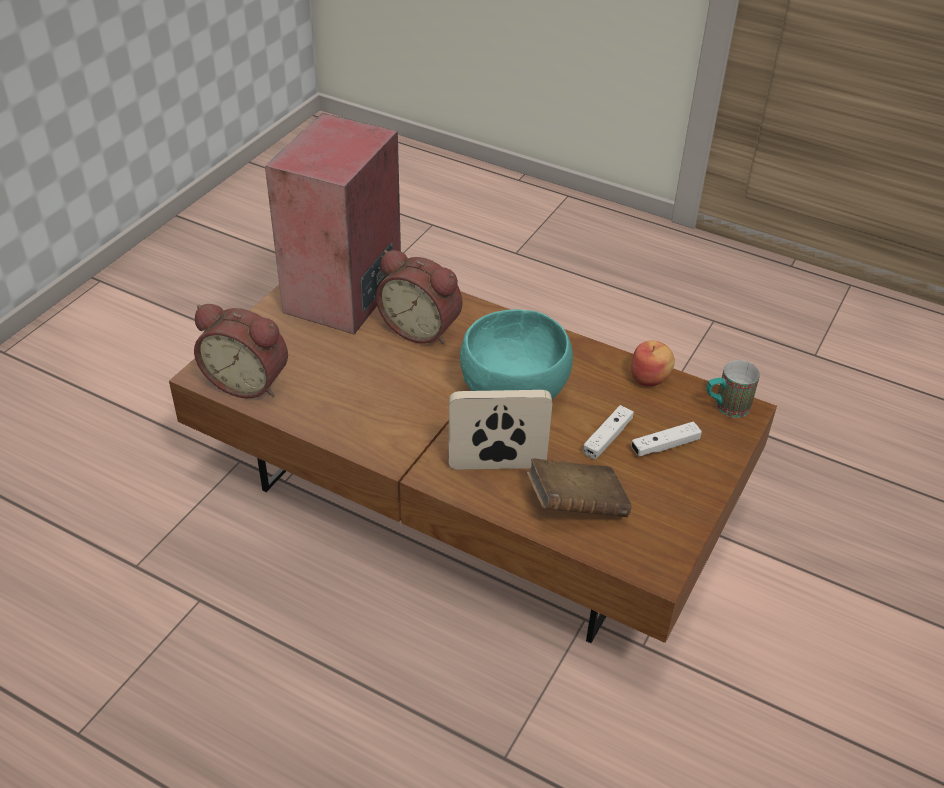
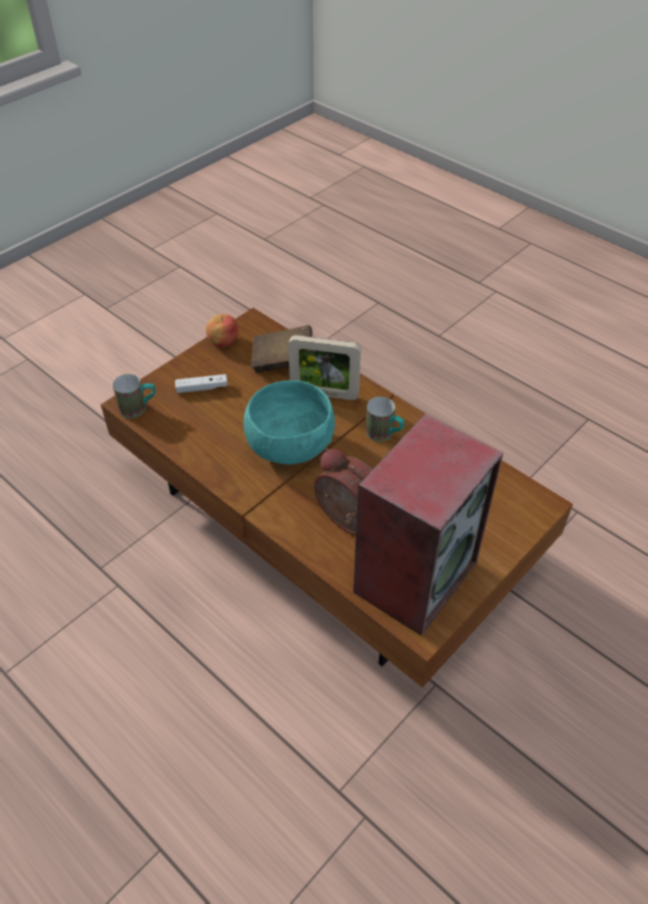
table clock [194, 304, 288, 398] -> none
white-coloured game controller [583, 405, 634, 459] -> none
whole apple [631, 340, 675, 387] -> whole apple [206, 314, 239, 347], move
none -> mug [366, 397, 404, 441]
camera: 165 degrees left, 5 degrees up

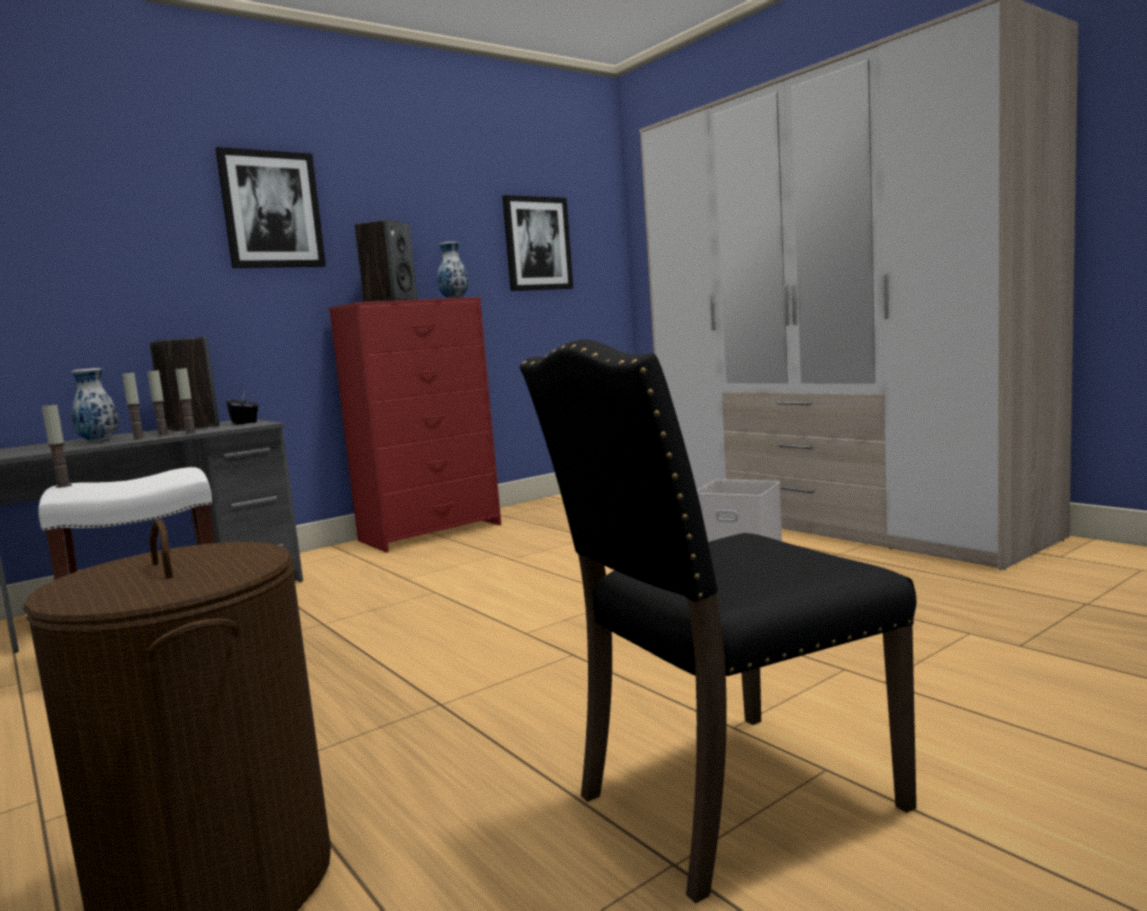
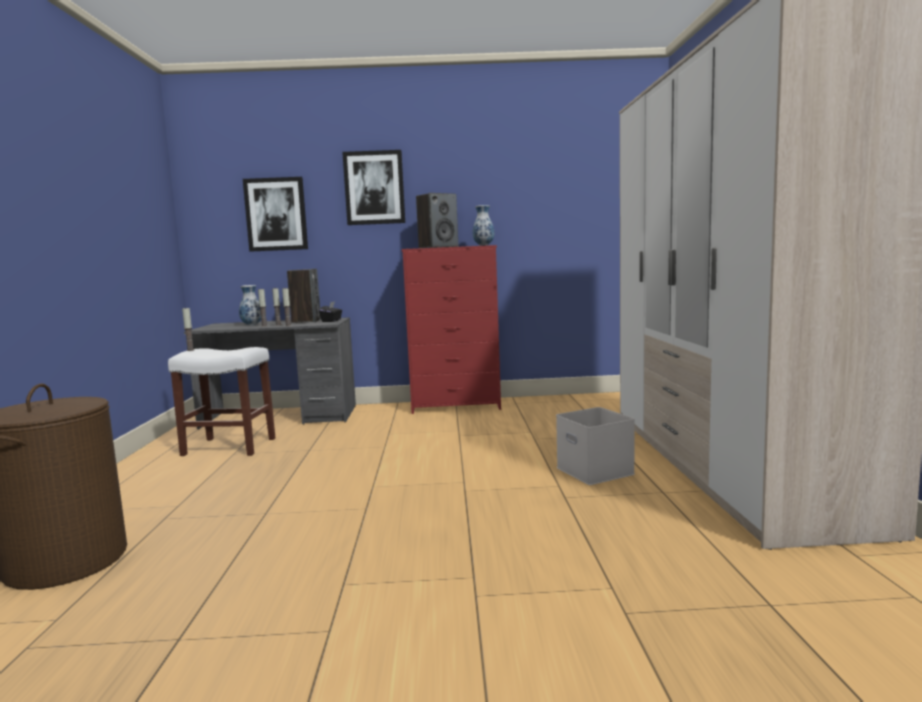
wall picture [502, 195, 573, 291] -> wall picture [243, 177, 308, 252], move
blackish upright chair [519, 339, 916, 903] -> none
camera: 35 degrees right, 0 degrees up

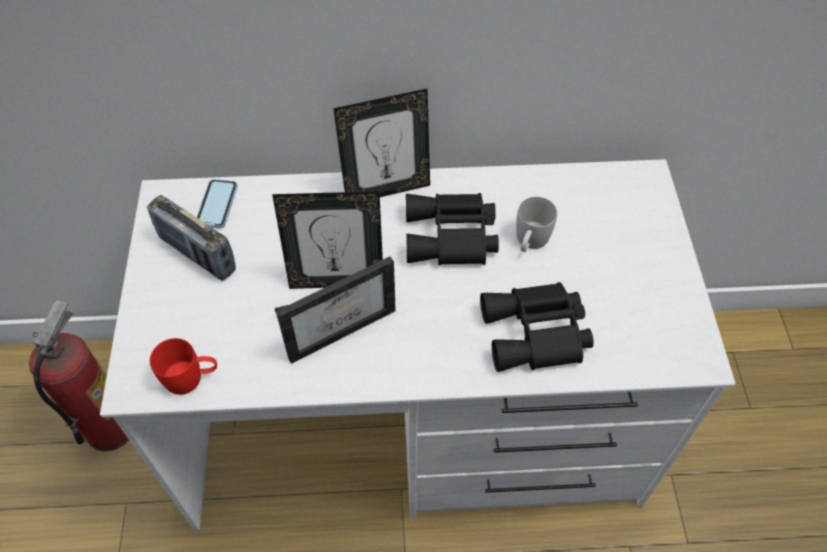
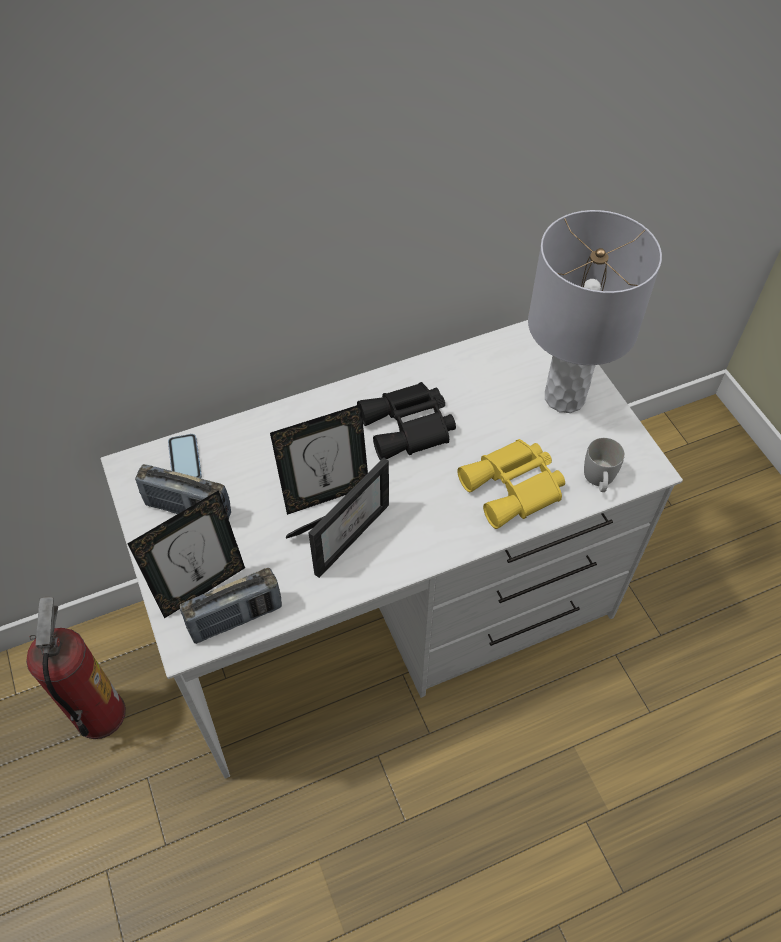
red mug [150, 338, 217, 395] -> radio receiver [180, 568, 282, 644]
photo frame [333, 88, 430, 197] -> photo frame [127, 490, 245, 618], move
blackish pair of binoculars [480, 282, 594, 372] -> yellowish pair of binoculars [457, 439, 565, 529]
white-coloured mug [516, 197, 557, 252] -> white-coloured mug [584, 438, 625, 492], move
none -> gray tabletop lamp [528, 210, 662, 413]
camera: 20 degrees left, 0 degrees up

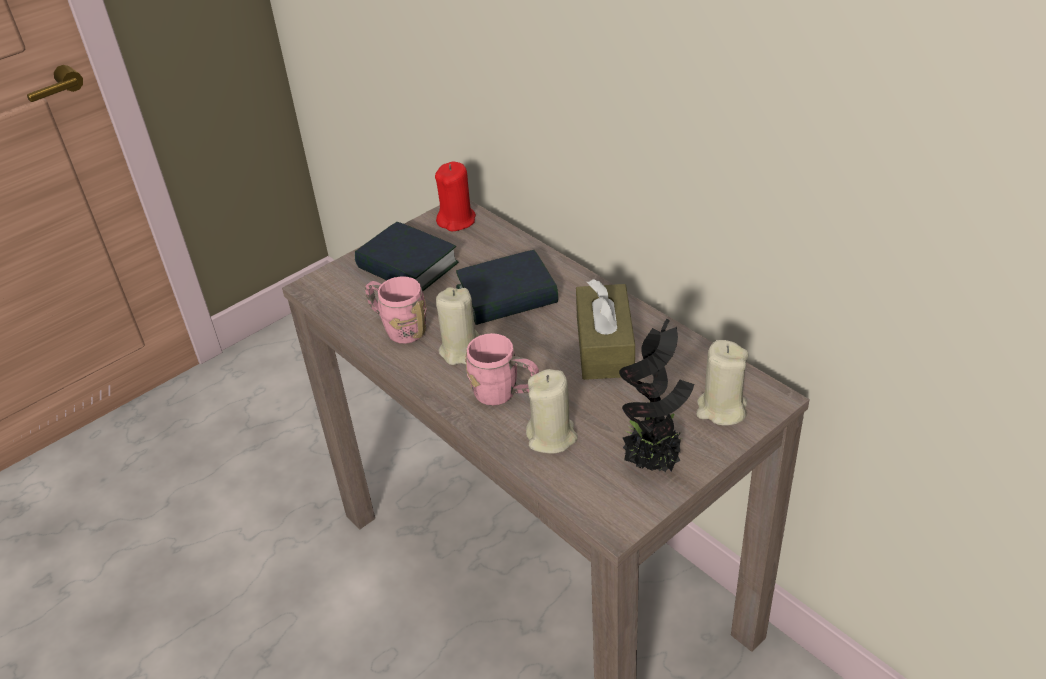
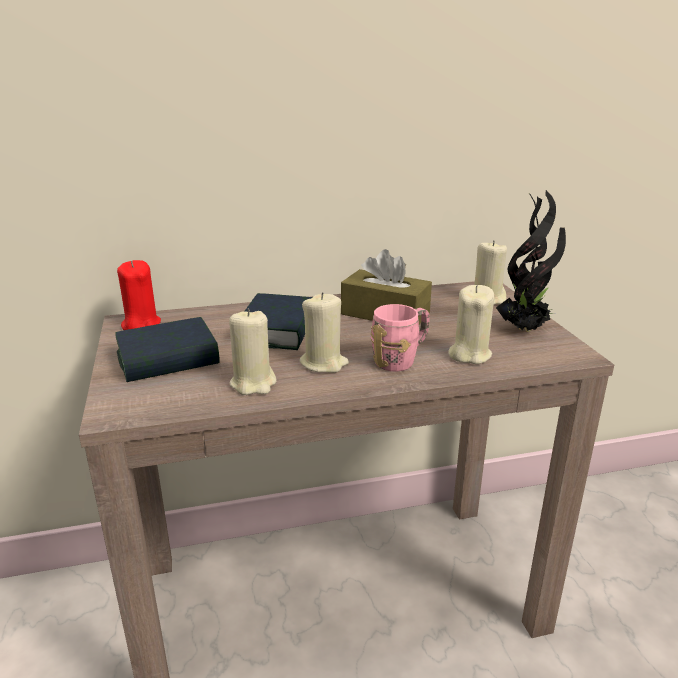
pinkish mug [365, 276, 427, 344] -> beige-coloured wax light [229, 309, 276, 395]
camera: 65 degrees left, 15 degrees down

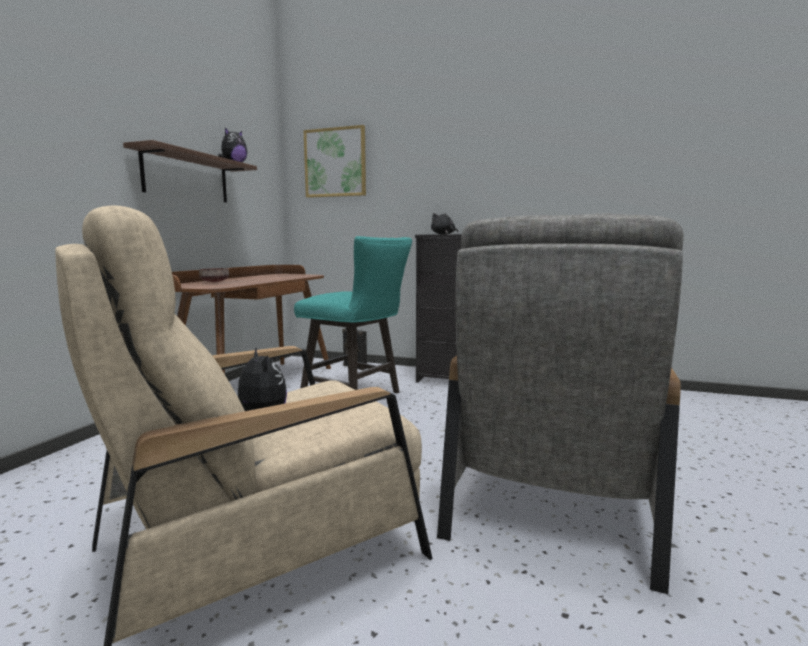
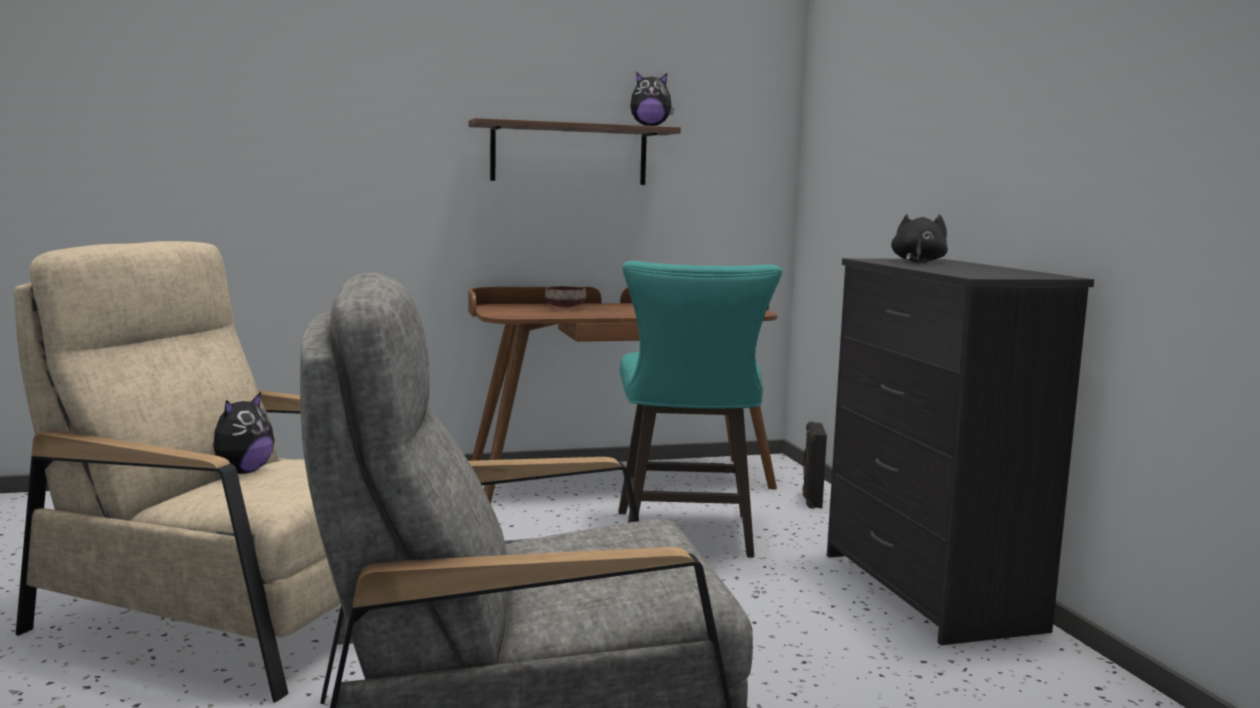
wall picture [304, 125, 366, 198] -> none
camera: 55 degrees right, 0 degrees up

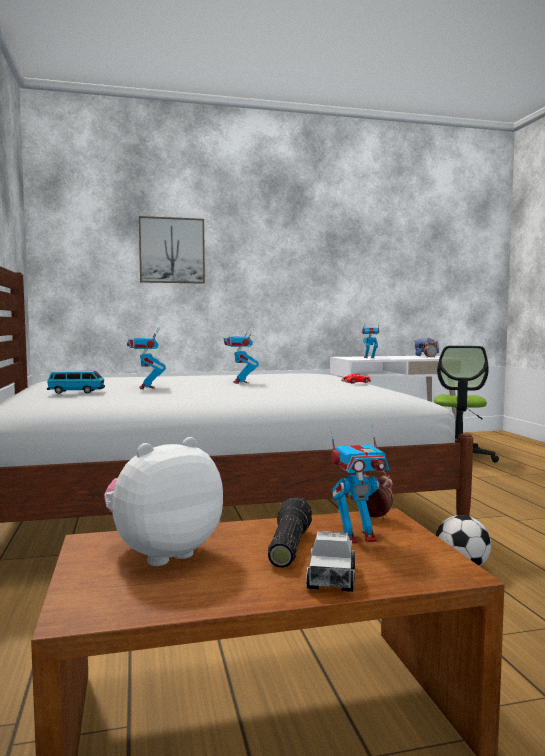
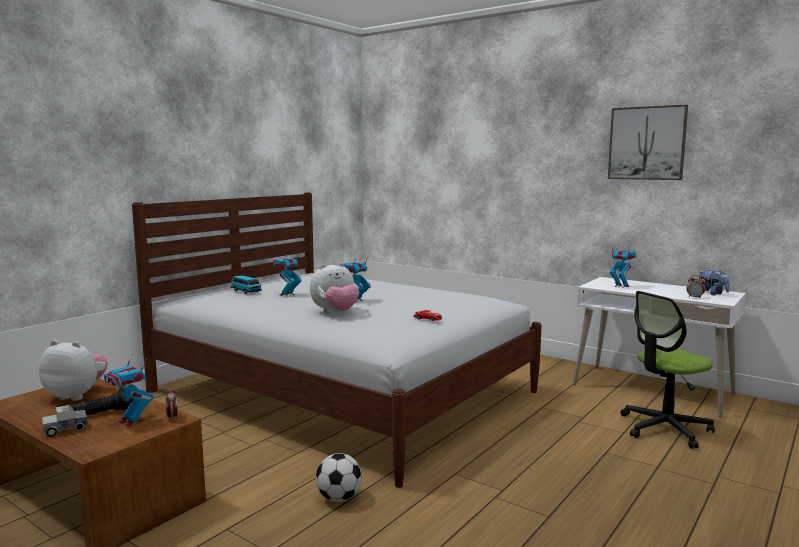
wall picture [139, 216, 205, 284] -> wall picture [608, 105, 688, 180], move
none -> cuddly toy [310, 262, 359, 313]
camera: 50 degrees right, 5 degrees up

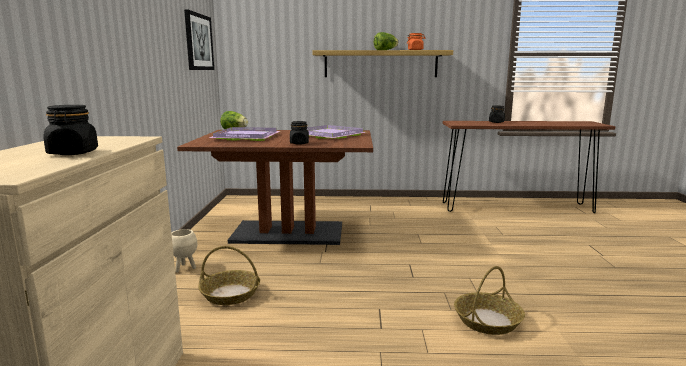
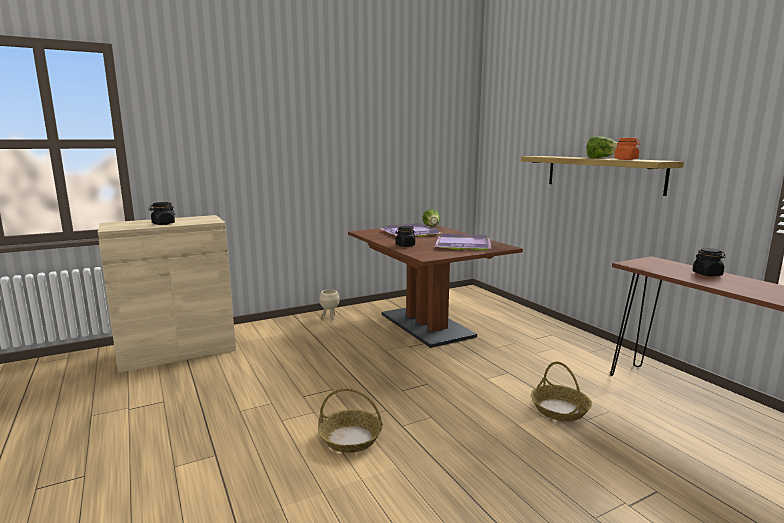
wall picture [184, 9, 214, 70] -> none
basket [198, 246, 260, 305] -> basket [531, 362, 592, 421], move
camera: 60 degrees right, 0 degrees up

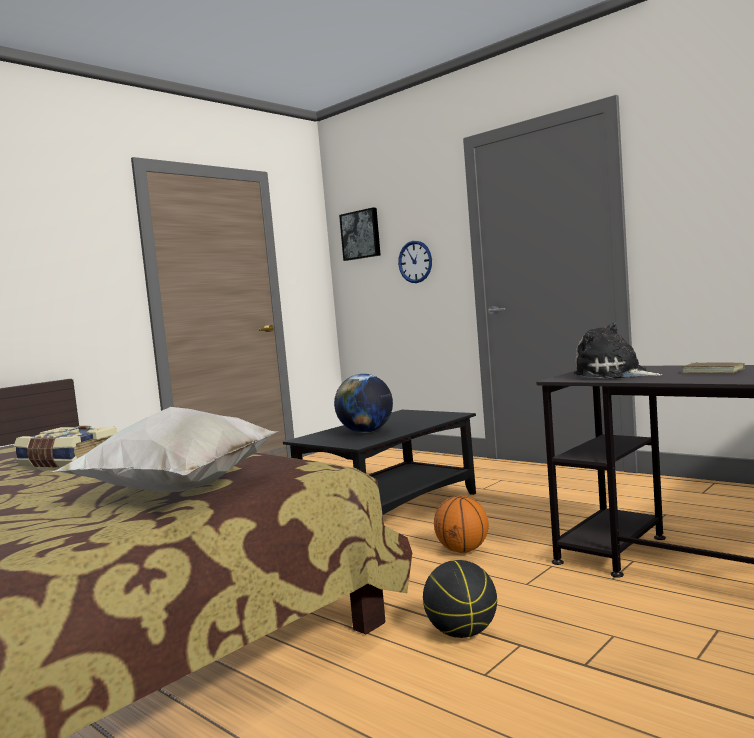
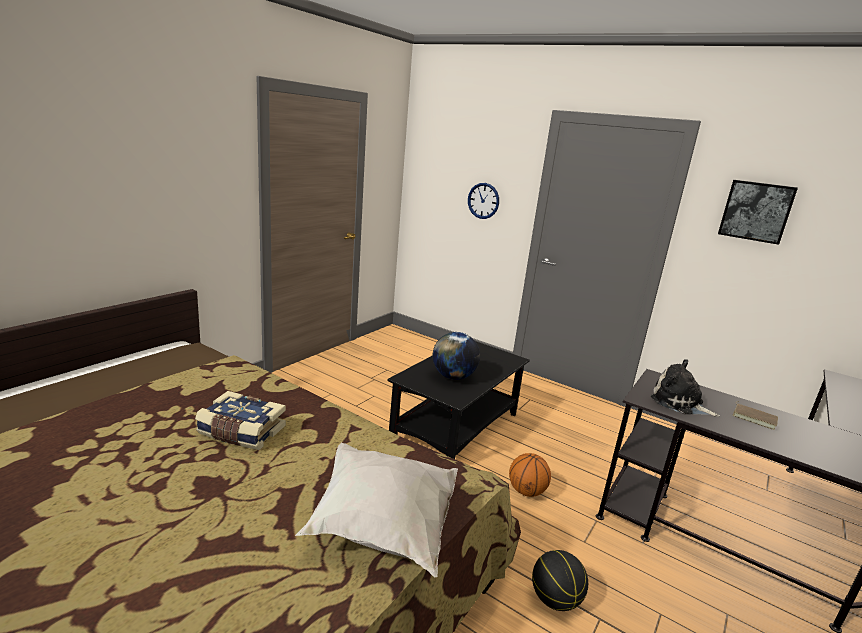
wall picture [339, 207, 381, 261] -> wall picture [718, 180, 798, 245], move
camera: 10 degrees left, 15 degrees up

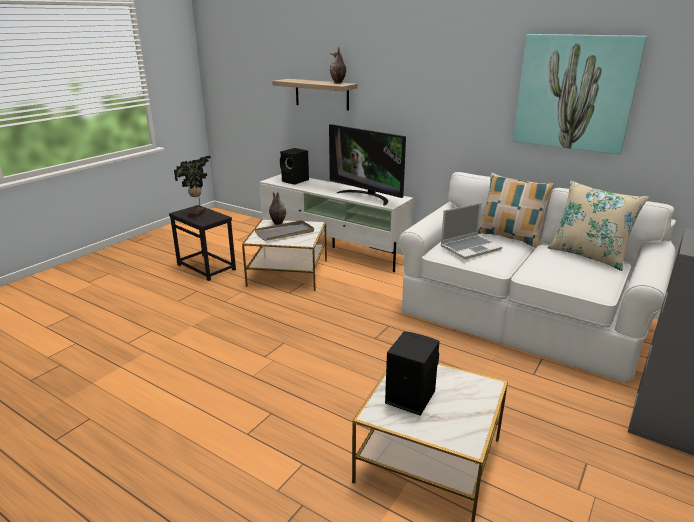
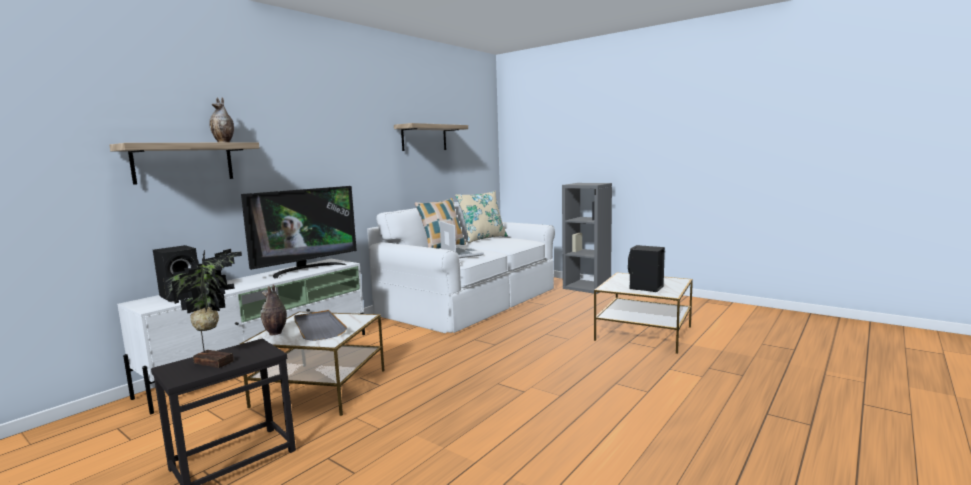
wall picture [513, 34, 647, 155] -> bracket shelf [394, 123, 468, 151]
camera: 85 degrees left, 15 degrees down

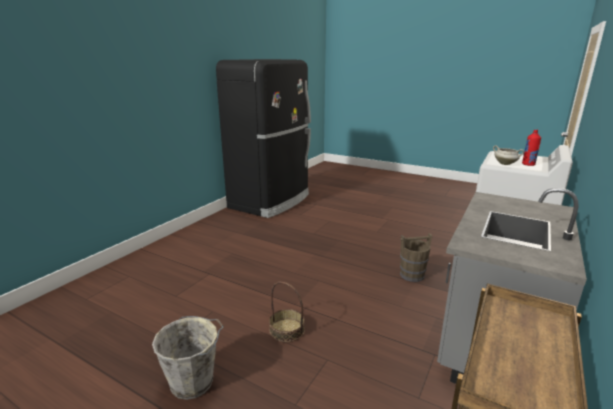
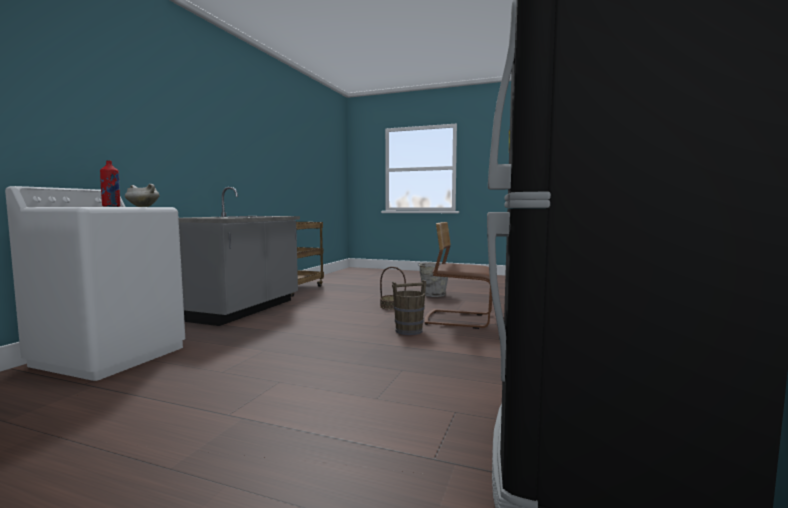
brown pail [400, 233, 432, 282] -> brown pail [392, 280, 426, 335], move
none -> brown upright chair [425, 222, 492, 329]
camera: 170 degrees right, 15 degrees down

